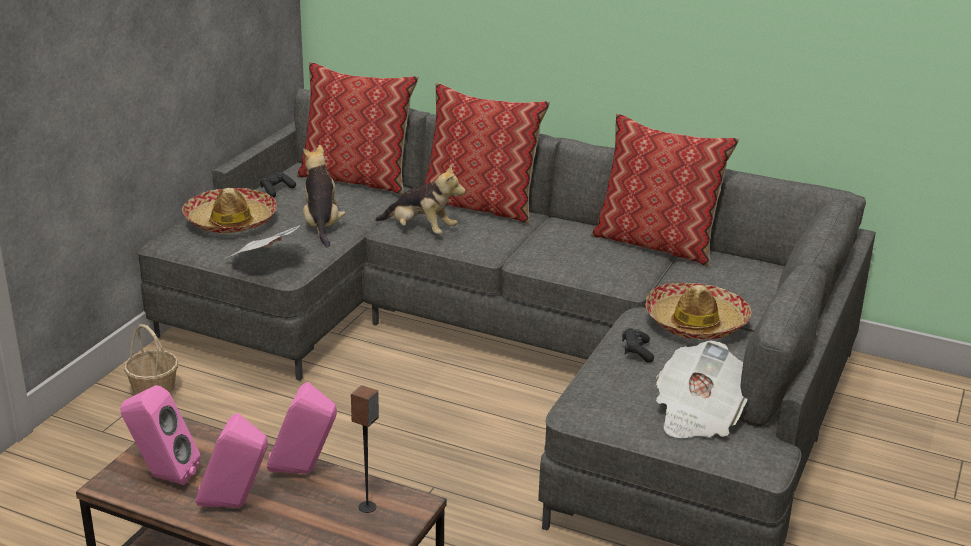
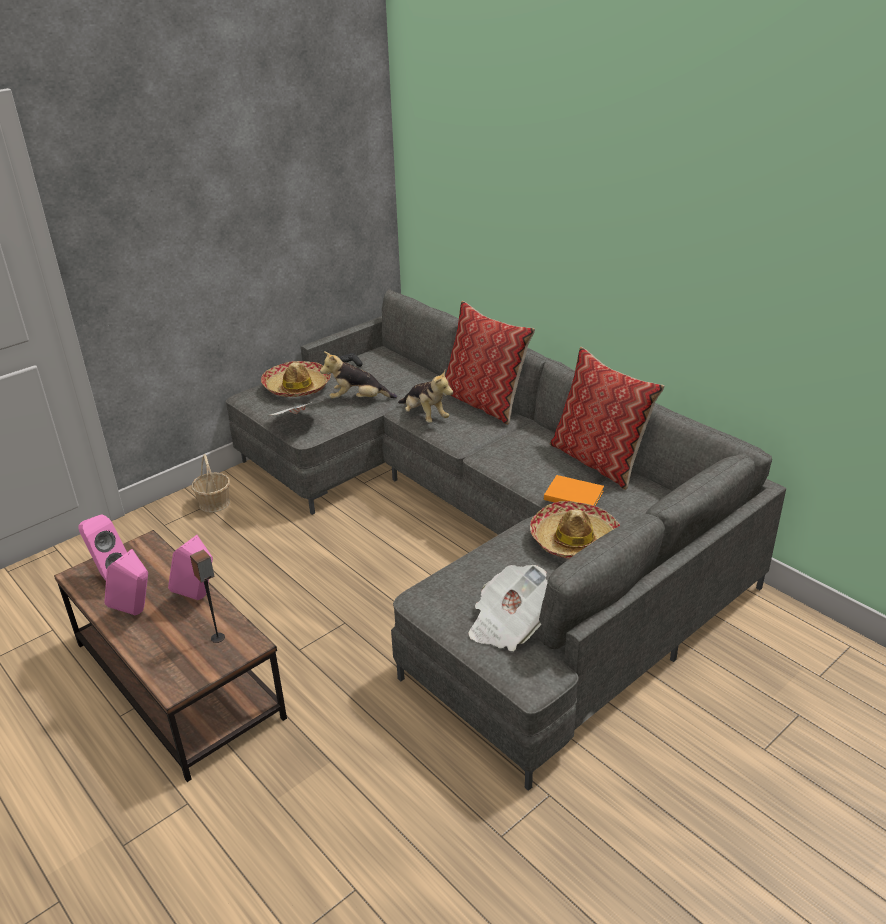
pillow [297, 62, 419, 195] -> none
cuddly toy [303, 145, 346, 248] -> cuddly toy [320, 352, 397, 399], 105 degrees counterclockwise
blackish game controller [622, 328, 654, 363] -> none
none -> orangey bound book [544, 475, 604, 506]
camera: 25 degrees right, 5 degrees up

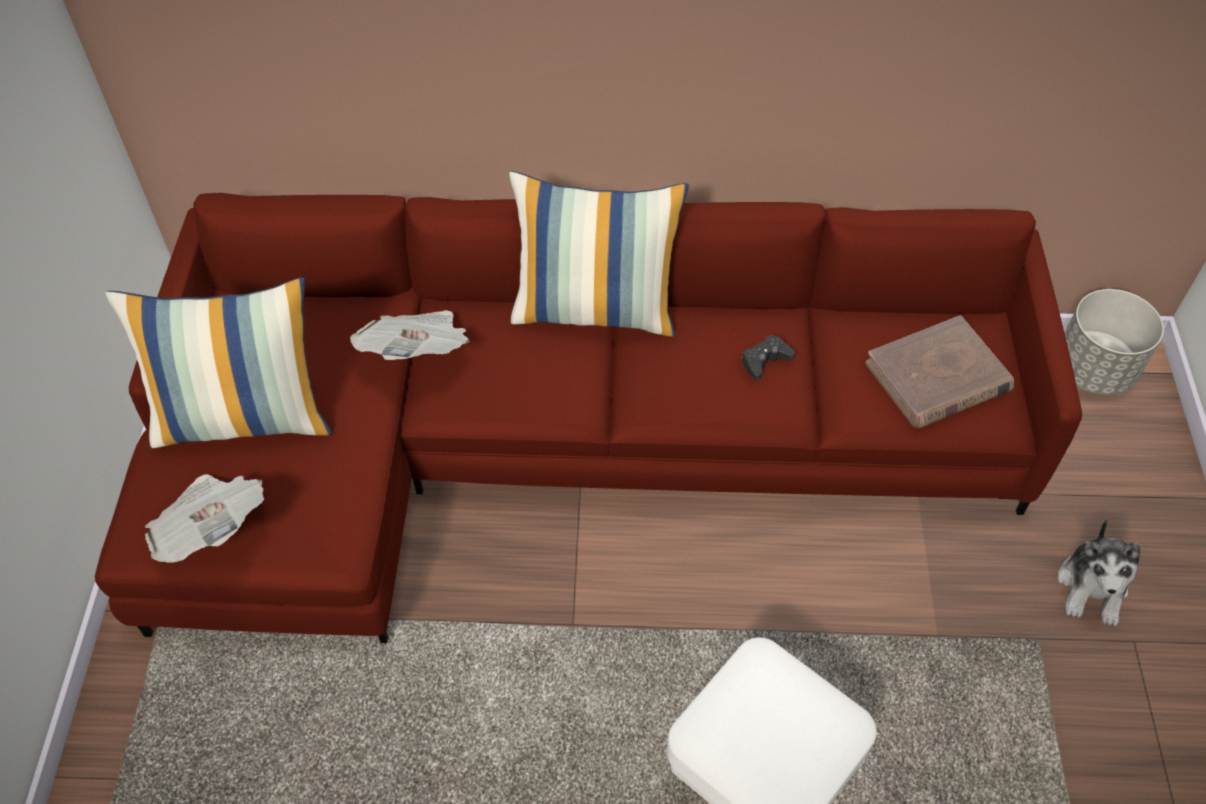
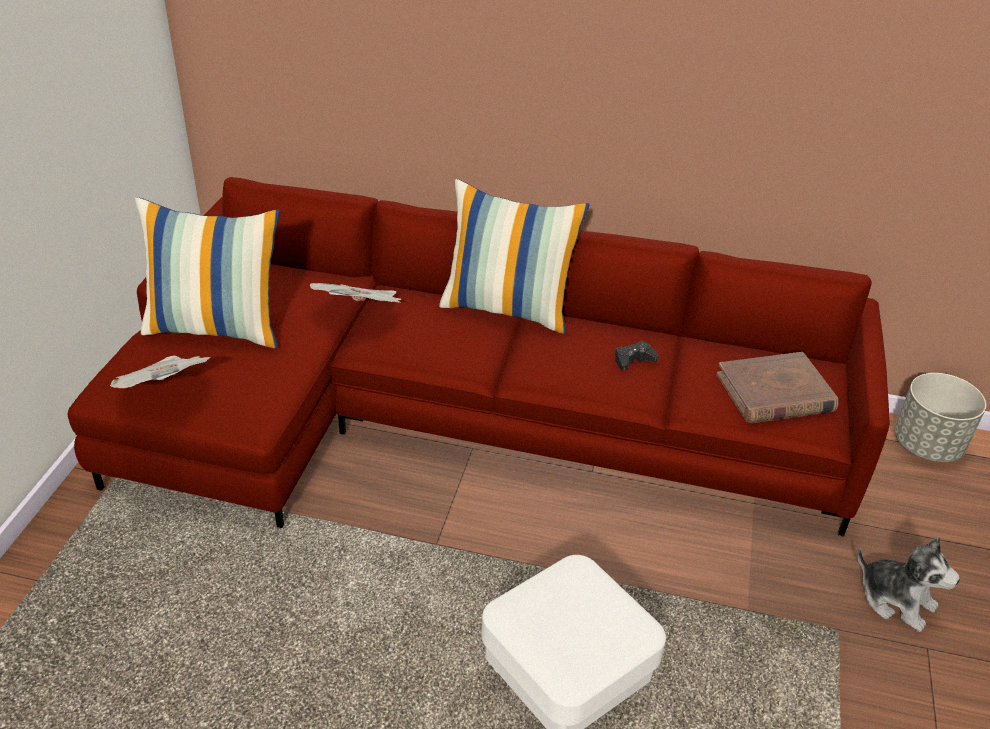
cuddly toy [1057, 518, 1140, 626] -> cuddly toy [857, 537, 960, 632], 75 degrees counterclockwise
camera: 10 degrees right, 15 degrees down

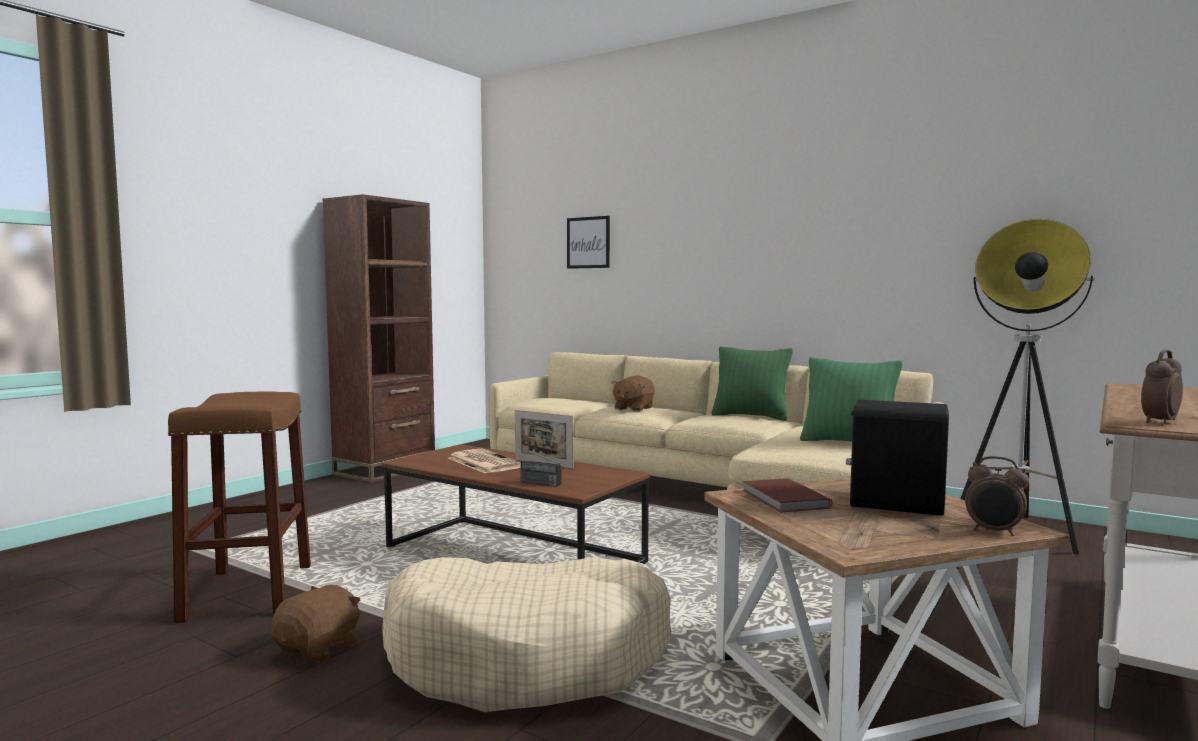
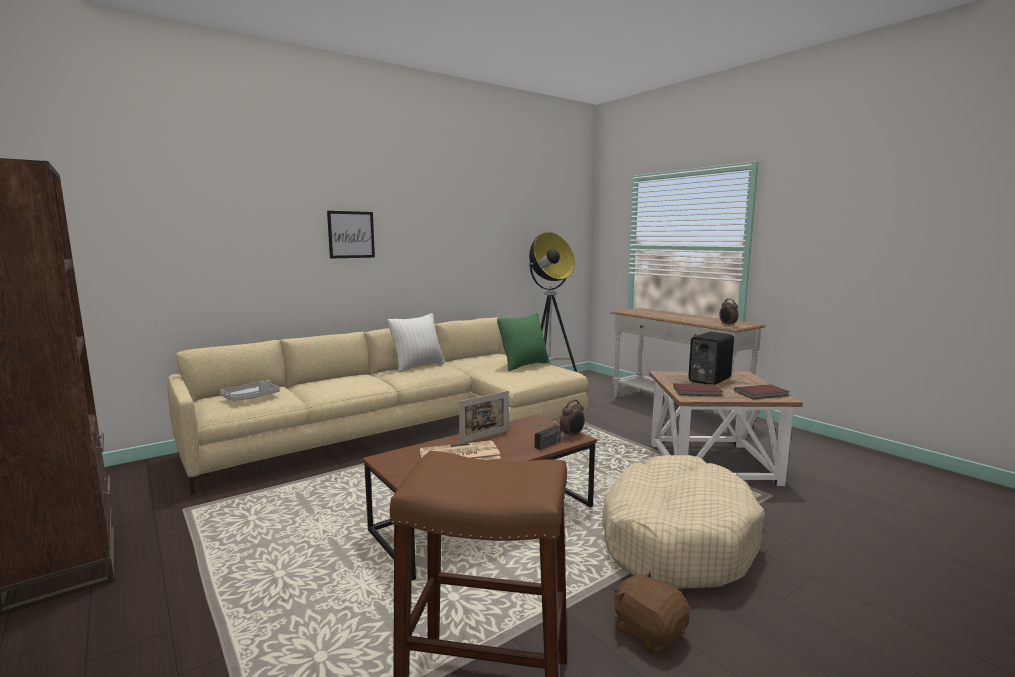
wall picture [567, 216, 610, 269] -> wall picture [327, 211, 375, 259], move
brown cuddly toy [611, 376, 655, 411] -> none
green pillow [712, 346, 793, 421] -> white-coloured pillow [387, 314, 445, 372]
table clock [965, 456, 1029, 536] -> table clock [560, 400, 585, 439], move
none -> gray serving tray [220, 380, 280, 401]
none -> brown bound book [734, 384, 790, 400]
camera: 70 degrees left, 5 degrees up

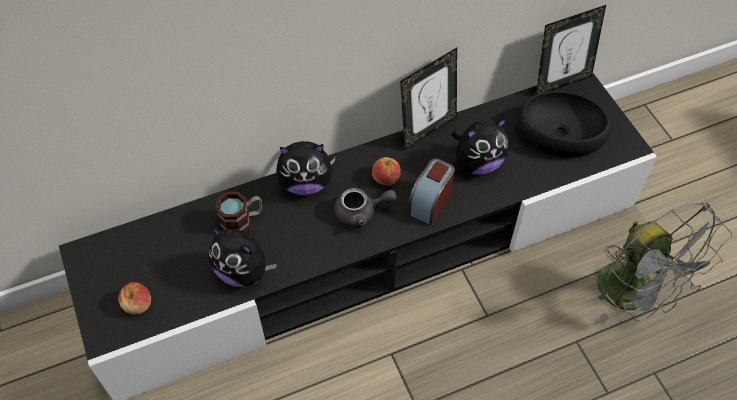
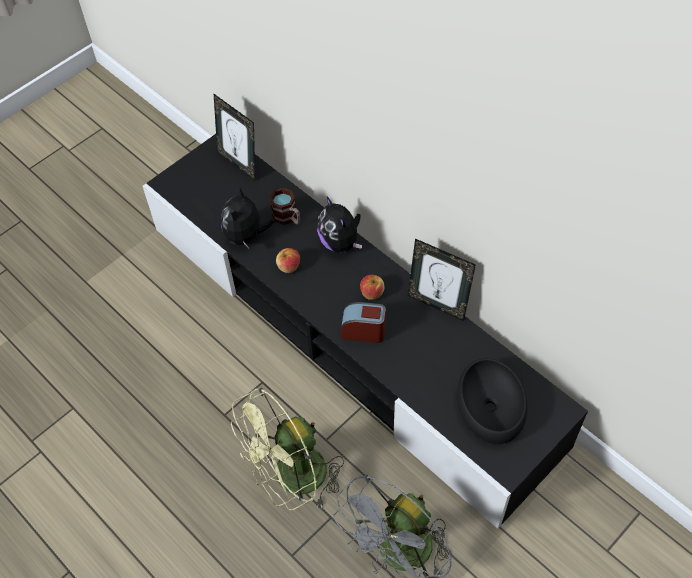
whole apple [118, 282, 151, 315] -> whole apple [276, 248, 300, 273], move
gray tea pot [334, 188, 397, 228] -> none
cuddly toy [452, 117, 509, 175] -> none
photo frame [536, 5, 606, 95] -> photo frame [213, 93, 255, 181], move
none -> green fan [231, 388, 344, 511]
camera: 70 degrees right, 0 degrees up

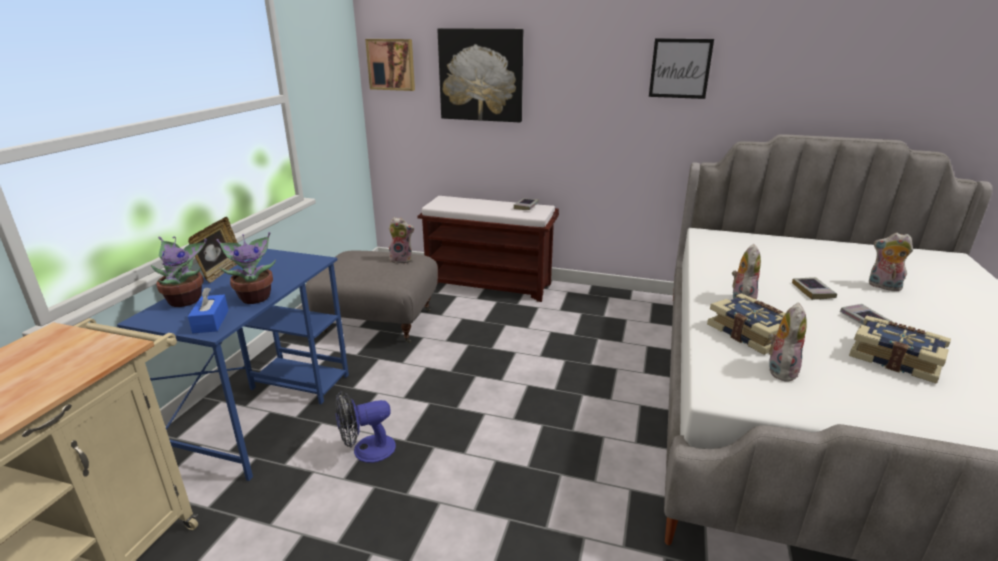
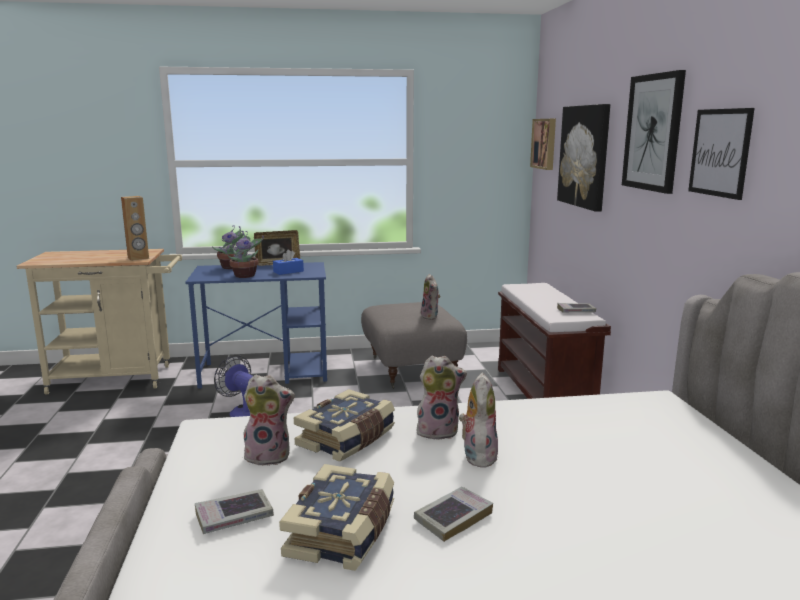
blue-coloured box of tissues [188, 287, 229, 333] -> blue-coloured box of tissues [273, 250, 304, 275], move
bound book [792, 277, 837, 300] -> bound book [195, 489, 274, 534], move
cuddly toy [869, 233, 913, 291] -> cuddly toy [459, 373, 498, 468], move
none -> brown loudspeaker [121, 196, 149, 261]
none -> wall picture [622, 70, 686, 194]
camera: 65 degrees right, 10 degrees down

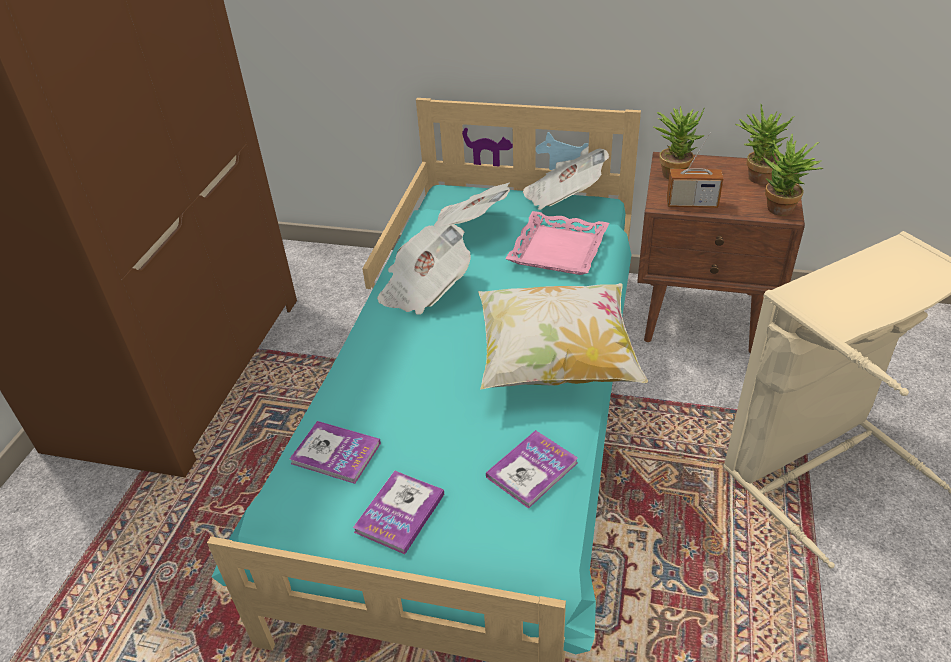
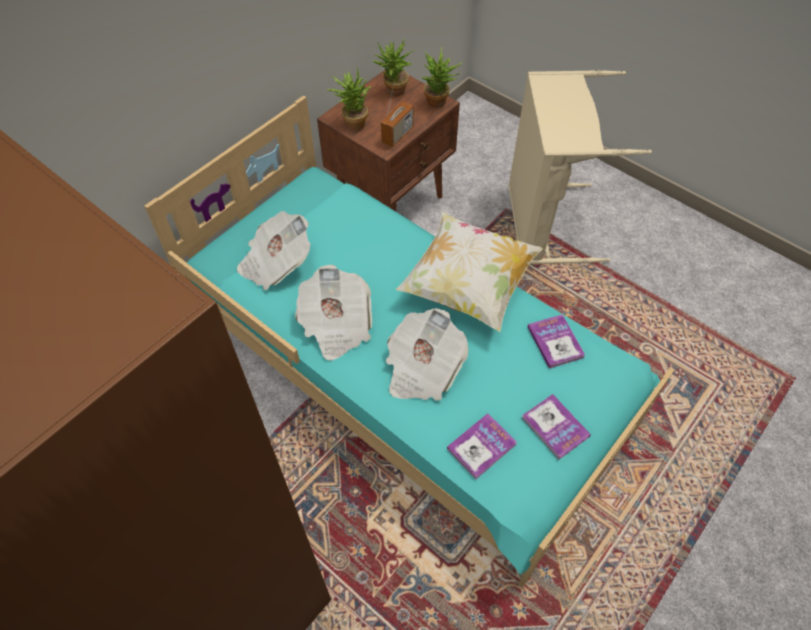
pinkish serving tray [506, 211, 609, 275] -> none
printed paper [523, 146, 609, 210] -> printed paper [386, 308, 469, 401], move
camera: 65 degrees left, 15 degrees up

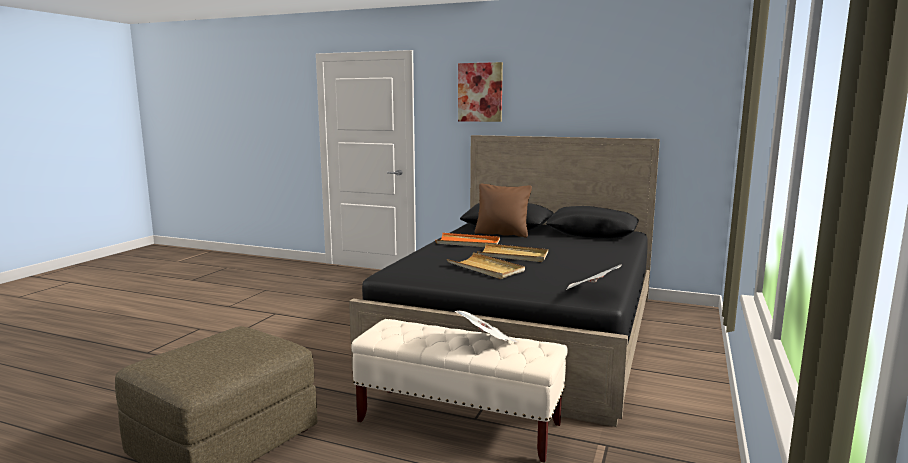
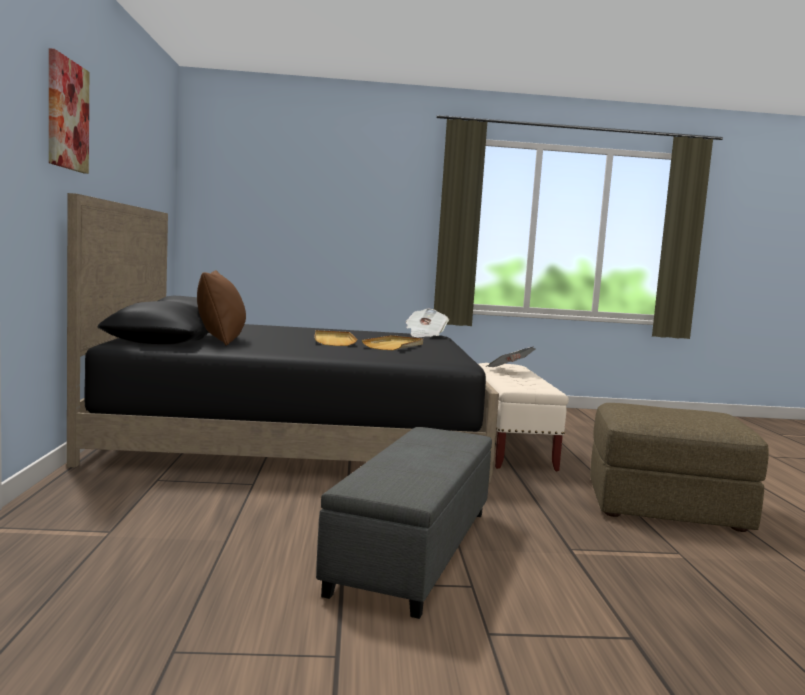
orangey serving tray [435, 233, 500, 247] -> none
none -> gray pouffe [316, 427, 492, 619]
camera: 115 degrees left, 5 degrees down

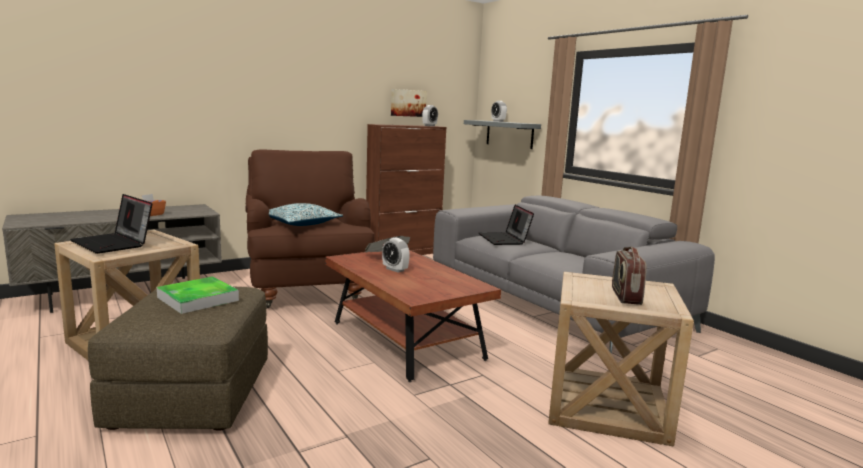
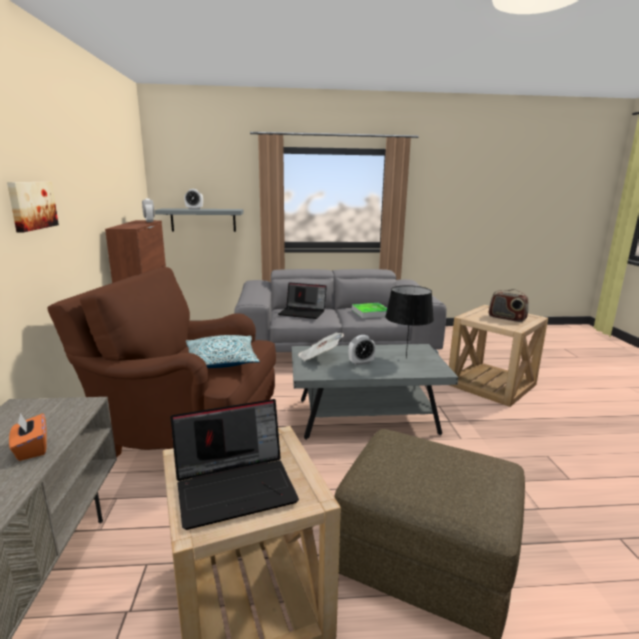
serving tray [157, 277, 239, 314] -> serving tray [352, 303, 387, 318], move
brown lounge table [325, 250, 501, 382] -> gray lounge table [292, 344, 458, 440]
wall picture [391, 89, 427, 117] -> wall picture [7, 182, 59, 232], move
none -> blackish tabletop lamp [385, 285, 434, 358]
camera: 60 degrees left, 5 degrees up

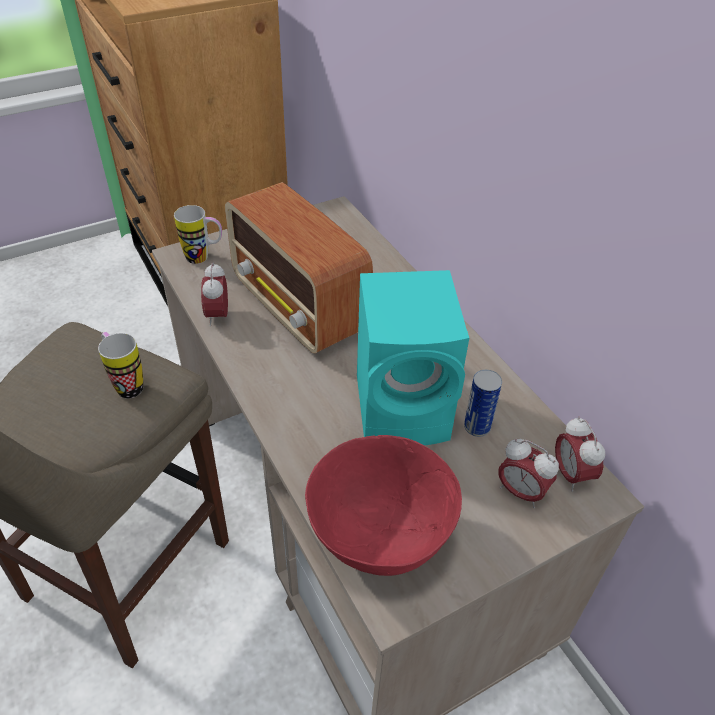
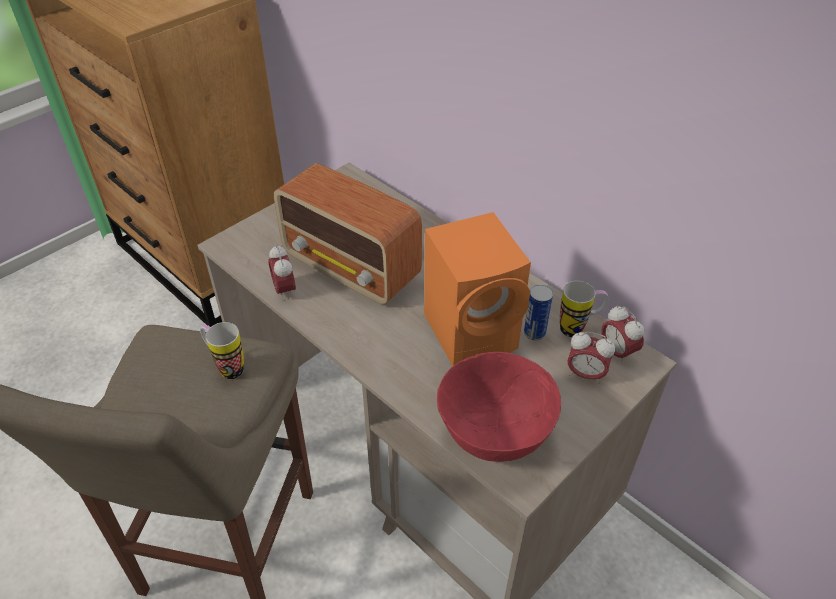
mug [174, 205, 222, 264] -> mug [560, 281, 608, 337], move
blue-green loudspeaker [357, 270, 469, 445] -> orangey loudspeaker [424, 212, 531, 366]
camera: 15 degrees left, 0 degrees up

